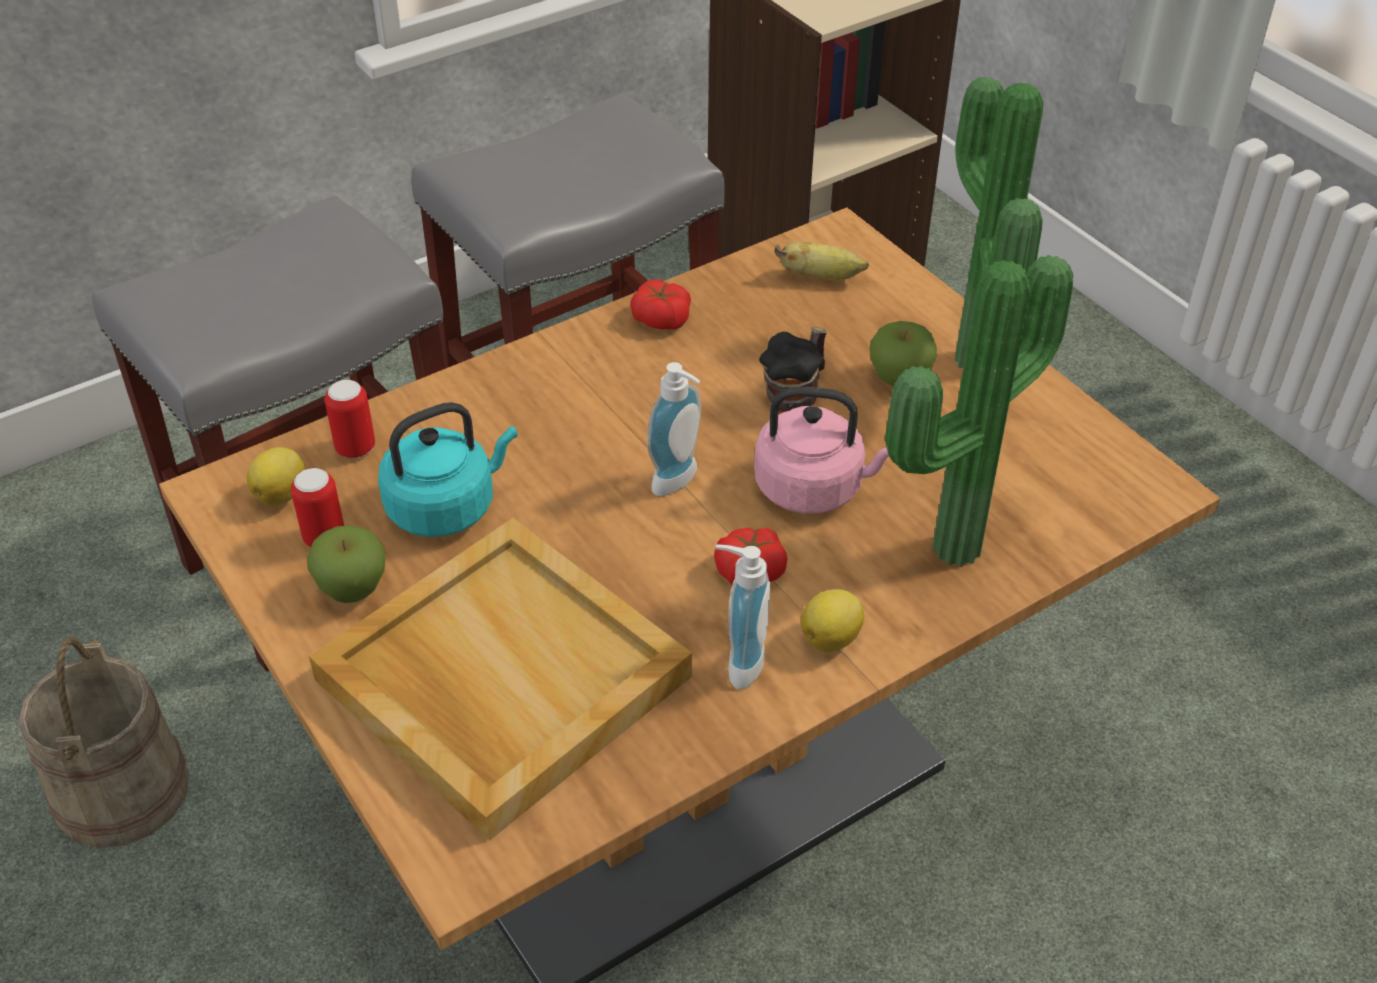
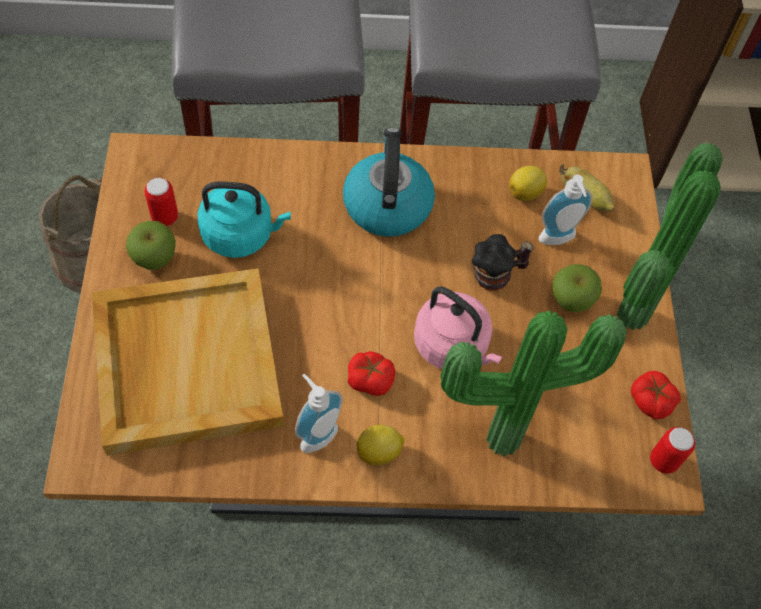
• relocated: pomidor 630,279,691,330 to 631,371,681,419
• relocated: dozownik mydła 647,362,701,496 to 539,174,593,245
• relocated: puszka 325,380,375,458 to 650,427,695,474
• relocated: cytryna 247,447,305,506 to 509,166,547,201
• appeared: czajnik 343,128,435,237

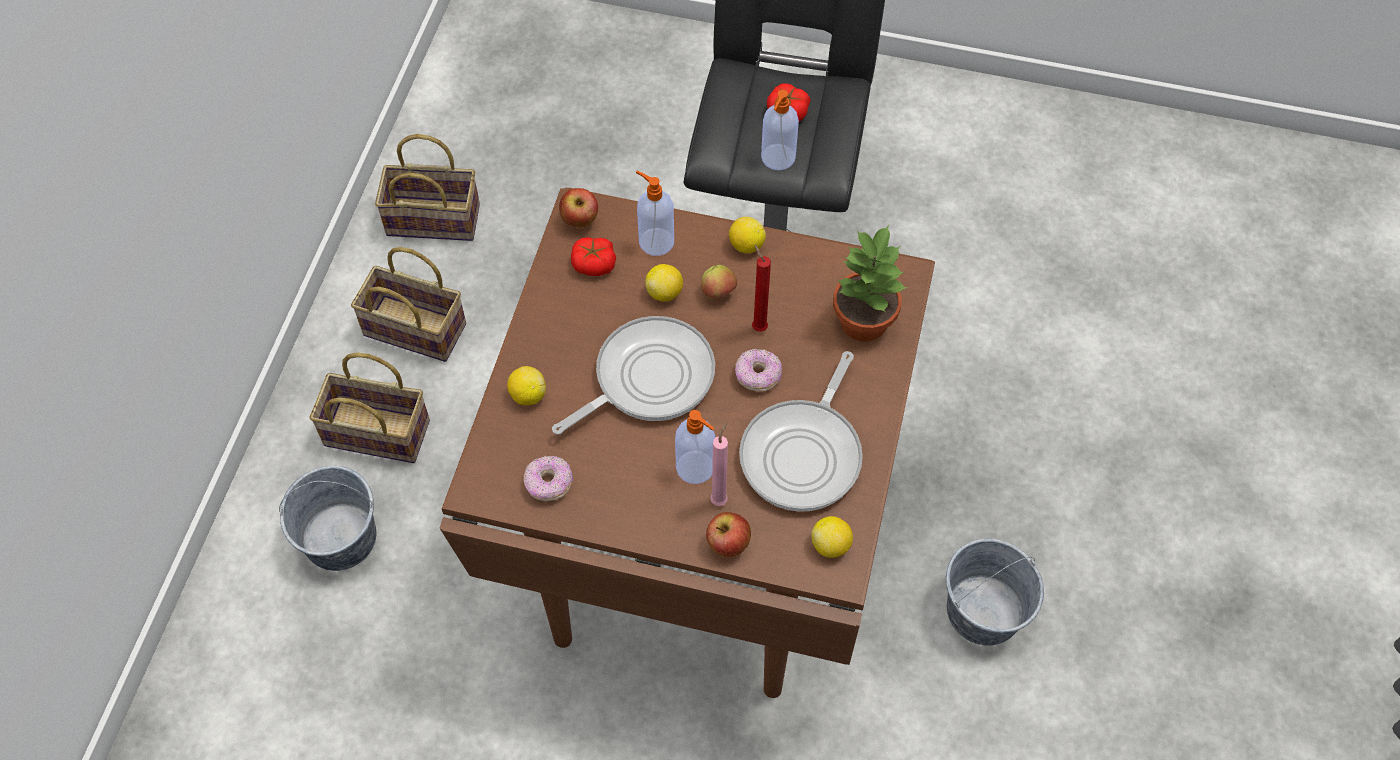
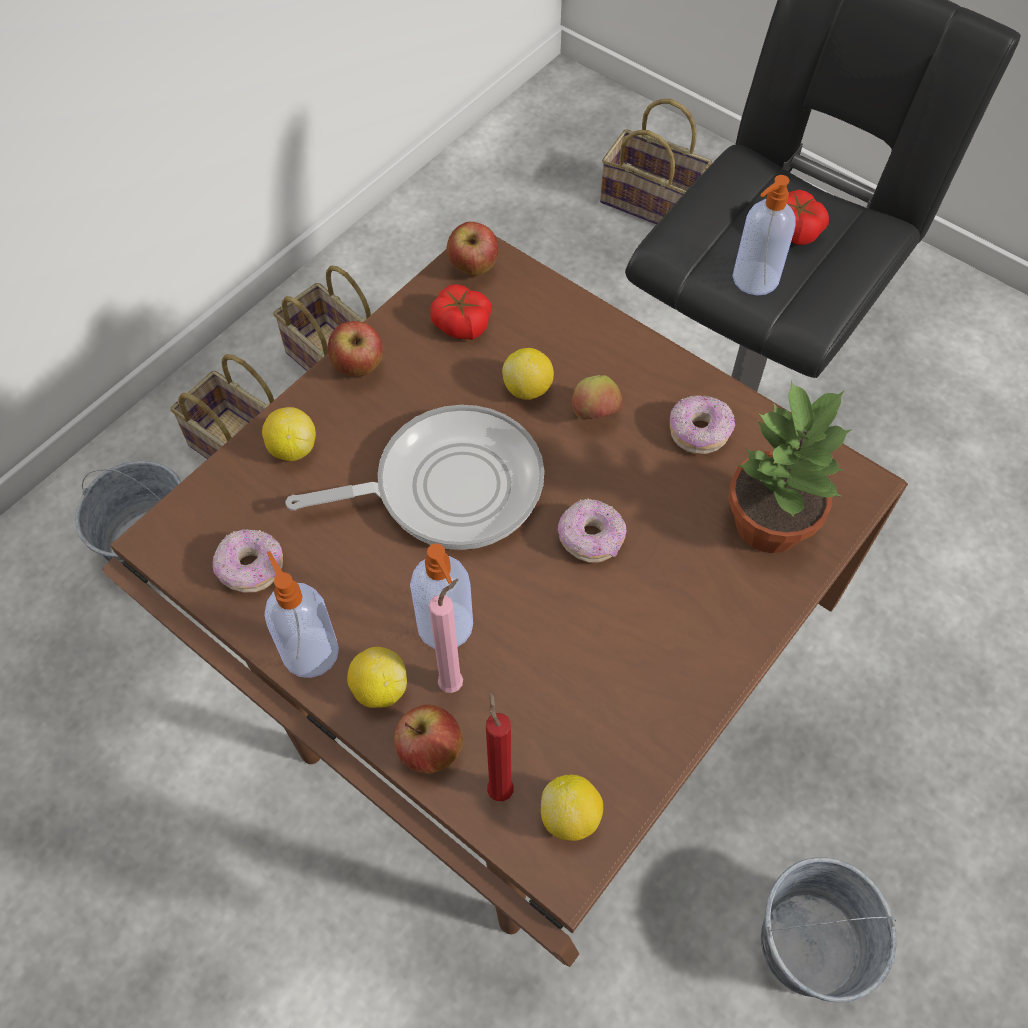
• relocated: koszyk 375,134,480,241 to 600,99,712,224
• relocated: dozownik mydła 636,171,674,256 to 264,551,339,678
• relocated: cytryna 729,217,766,254 to 347,647,407,708
• relocated: świeca [czerwony] 752,244,771,332 to 486,691,514,801
• missing: patelnia 739,351,863,512
• appeared: jabłko 328,321,383,377
• appeared: donut 670,395,735,454

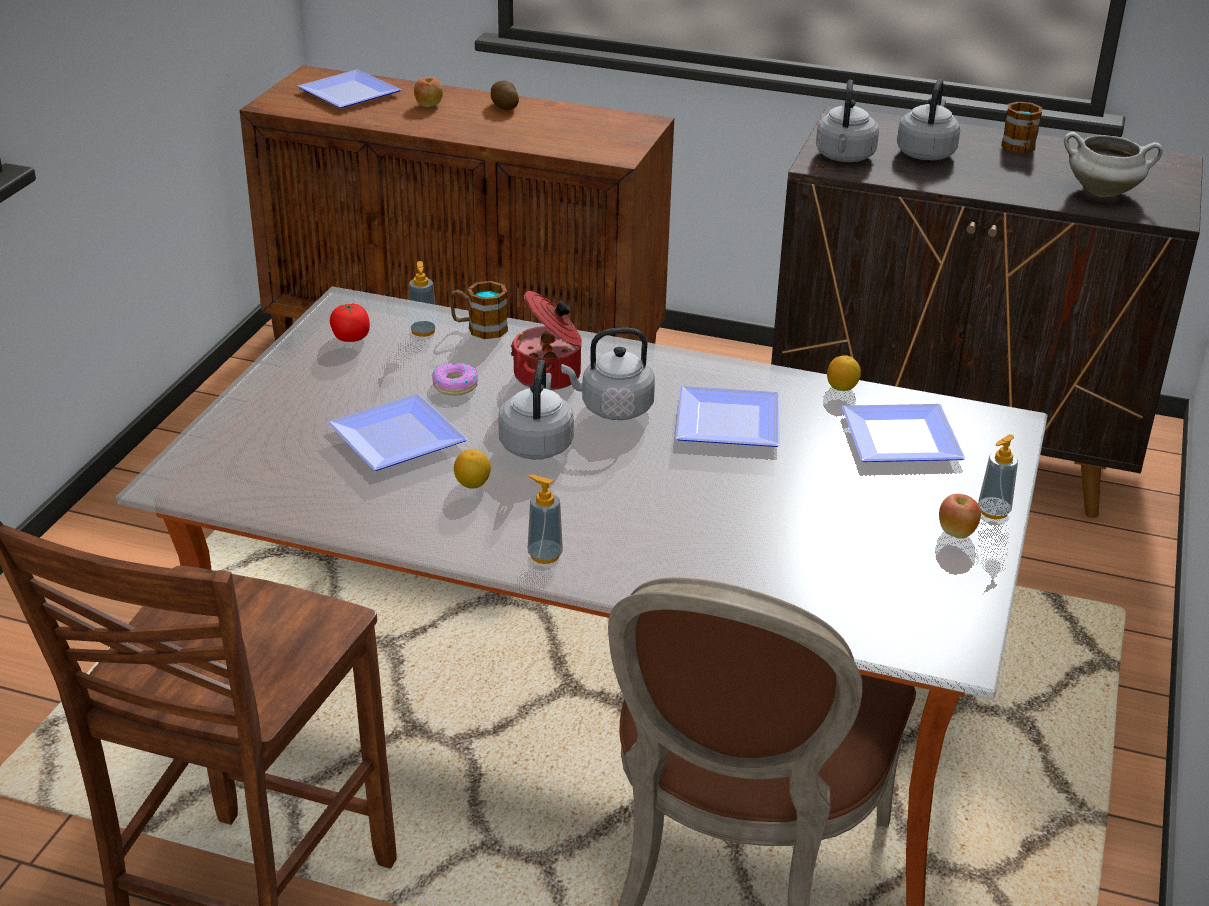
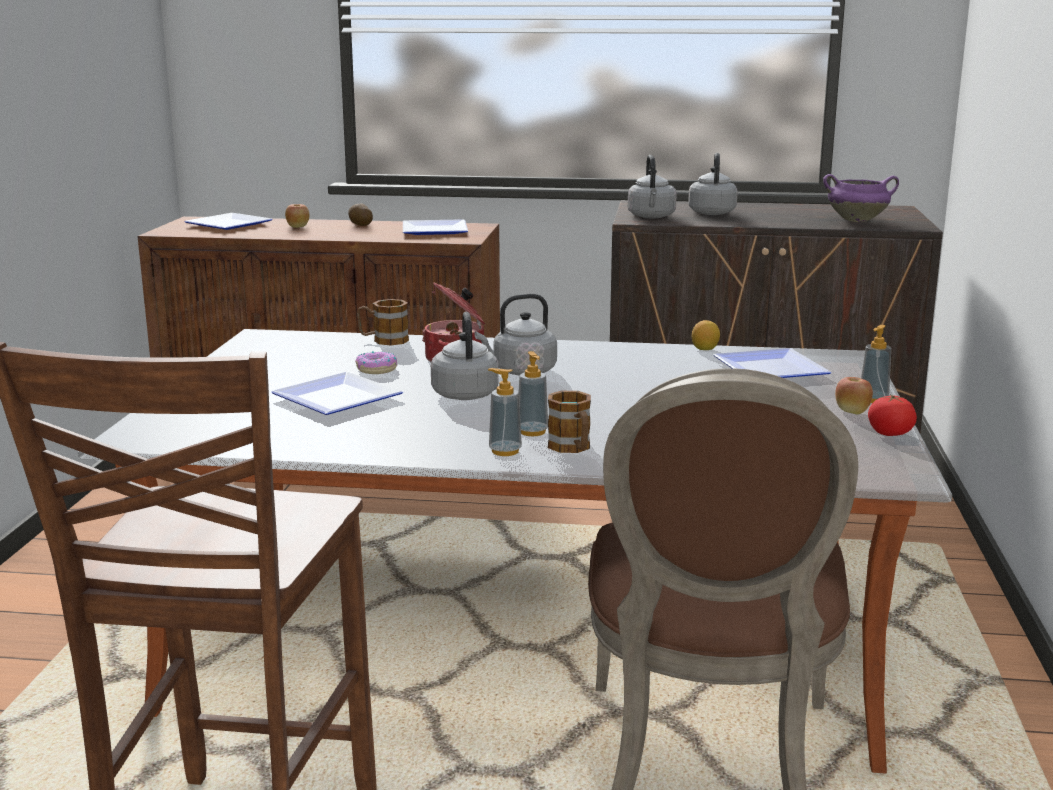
• relocated: kubek 1001,101,1042,153 to 548,391,591,453
• colour: garnek [biały] 1064,132,1163,197 to garnek [fioletowy] 823,174,899,222
• relocated: dozownik mydła 409,261,437,337 to 519,351,548,436
• relocated: pomidor 330,303,370,342 to 868,395,917,436
• relocated: talerz 675,386,780,447 to 403,219,468,235
• missing: cytryna 454,449,491,489

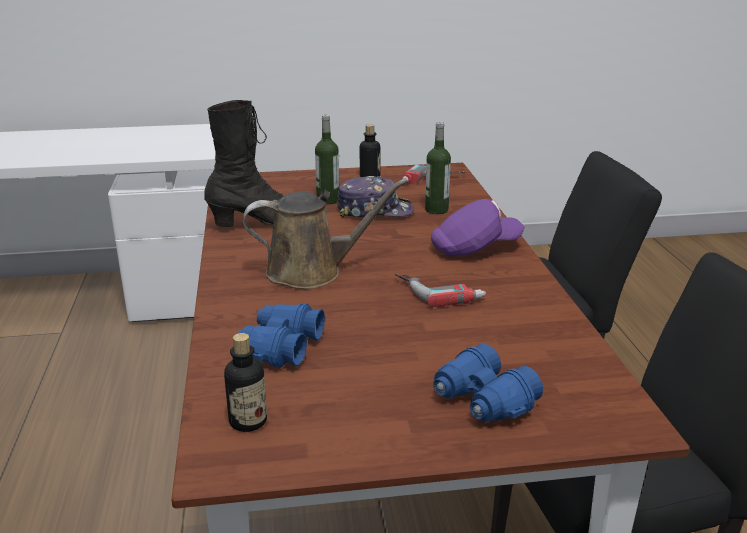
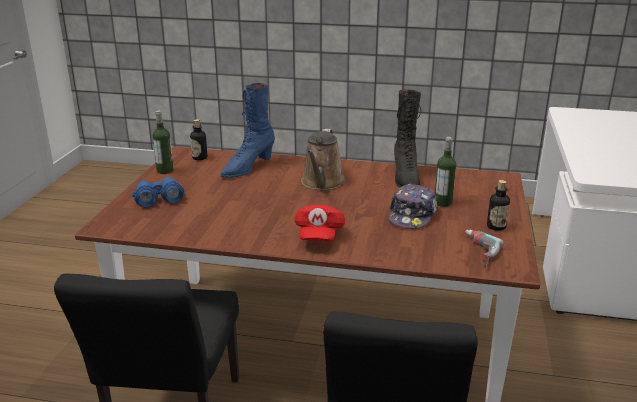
• relocated: butelka 425,122,451,214 to 153,111,173,174
• colour: czapka z daszkiem [fioletowy] 431,199,525,256 to czapka z daszkiem [czerwony] 294,205,345,242
• missing: wiertarka 395,273,486,308
• exchanged: lornetka [niebieski] 237,304,325,368 to but z cholewką [niebieski] 220,83,275,178

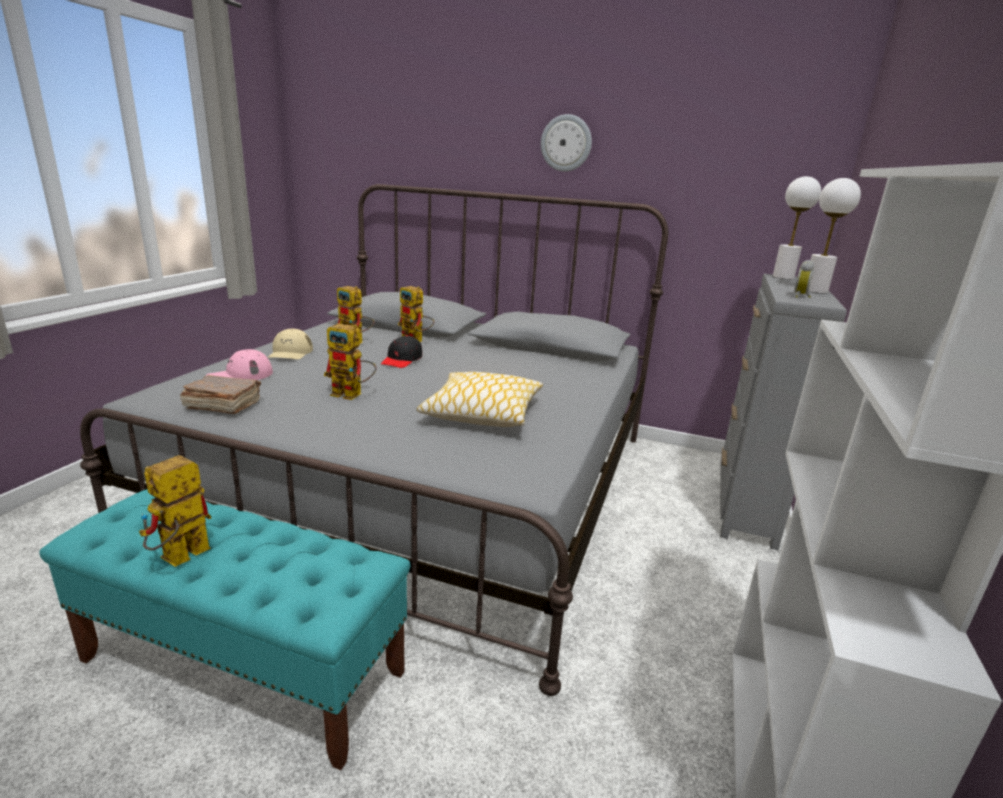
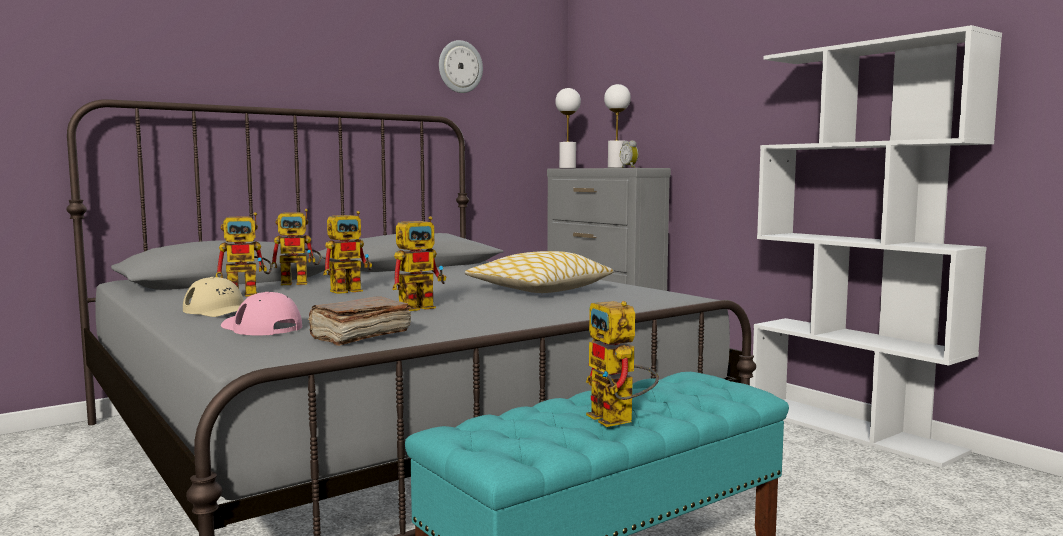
• relocated: zegar ścienny 541,114,592,171 to 439,40,483,93
• exchanged: czapka z daszkiem [czarny] 381,335,422,368 to robot zabawkowy 323,211,372,294
• spun: czapka z daszkiem [różowy] 206,349,273,380 = 221,292,302,335 135 degrees clockwise

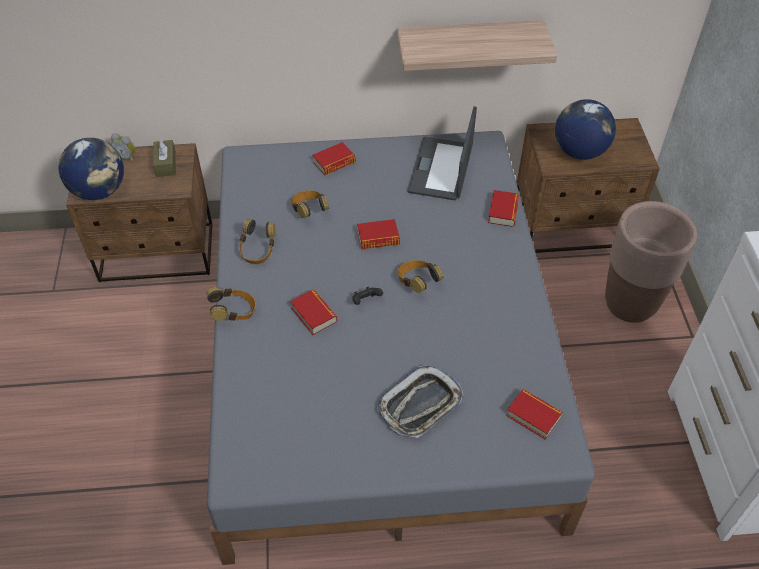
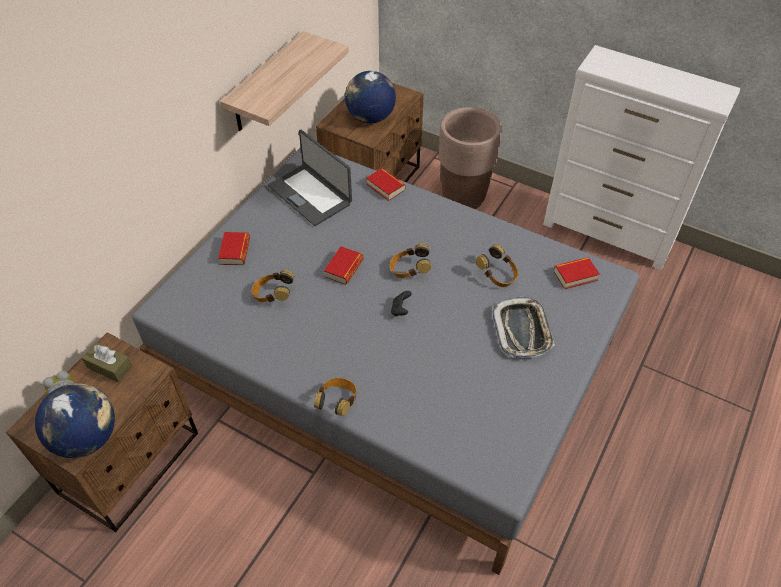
• relocated: słuchawki 239,219,276,264 to 476,244,518,287
• missing: książka 290,290,337,335

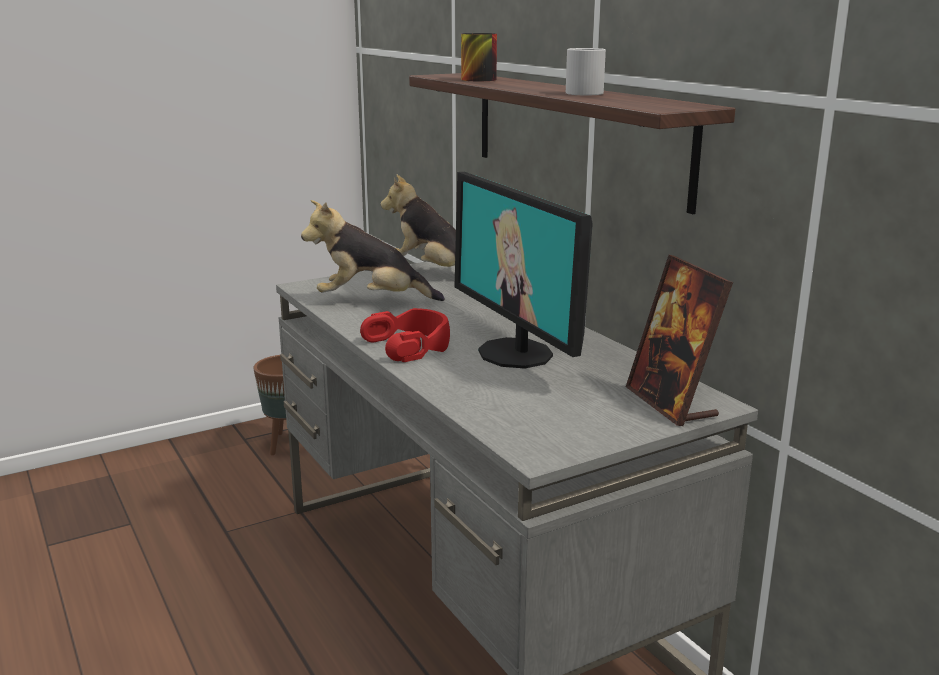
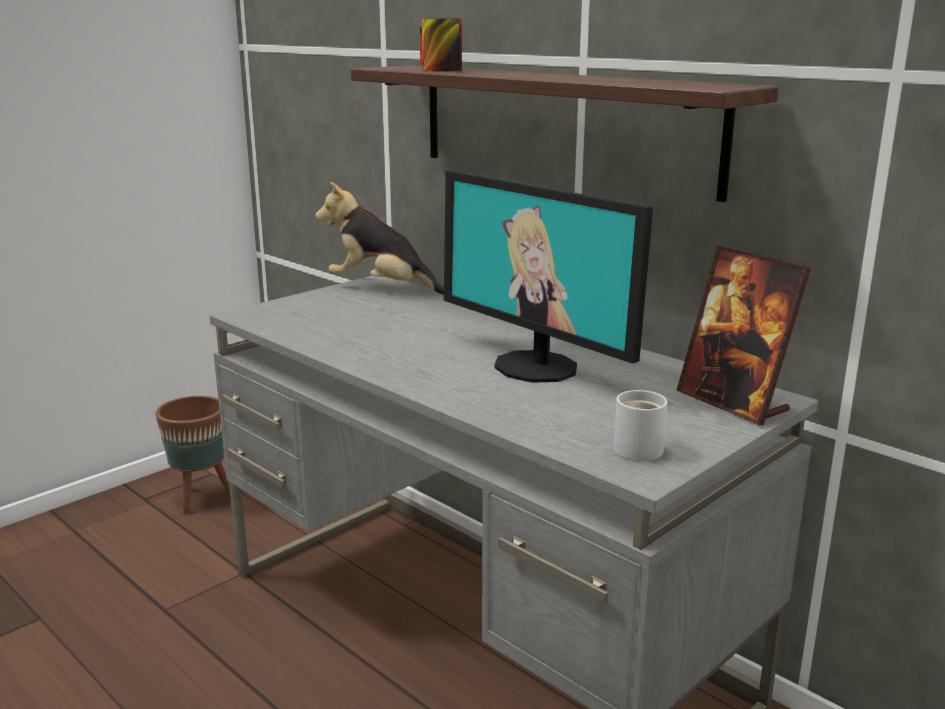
• relocated: kubek [biały] 566,48,606,95 to 614,390,667,461
• missing: pluszak 301,200,445,301
• missing: słuchawki [czerwony] 360,308,450,362

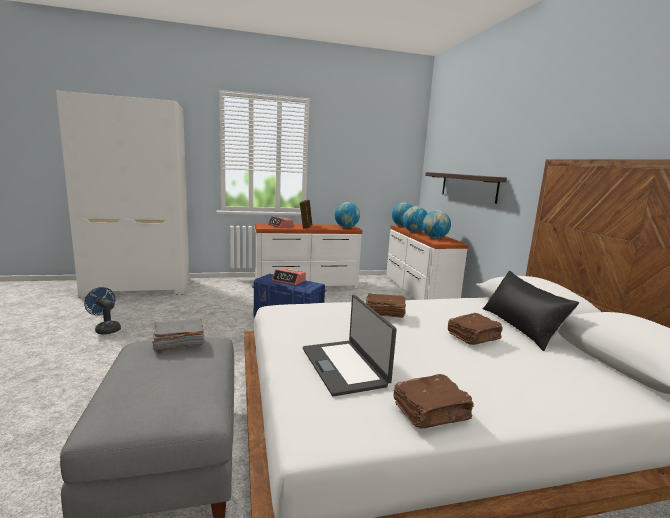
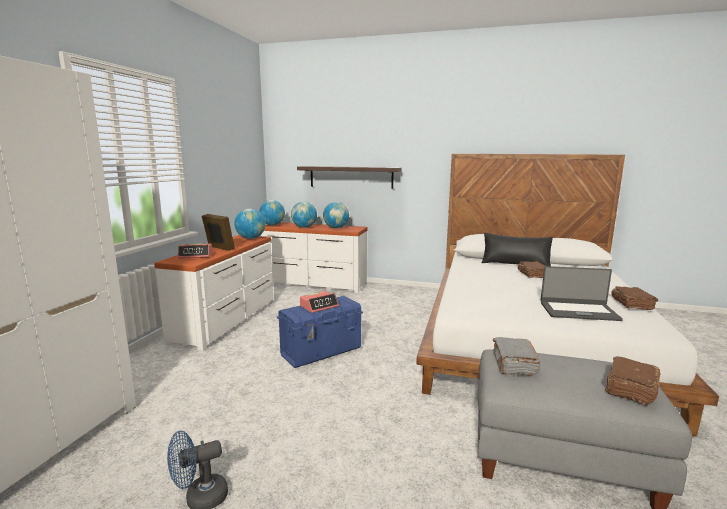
• relocated: książka [brązowy] 366,293,406,318 to 605,357,660,406

